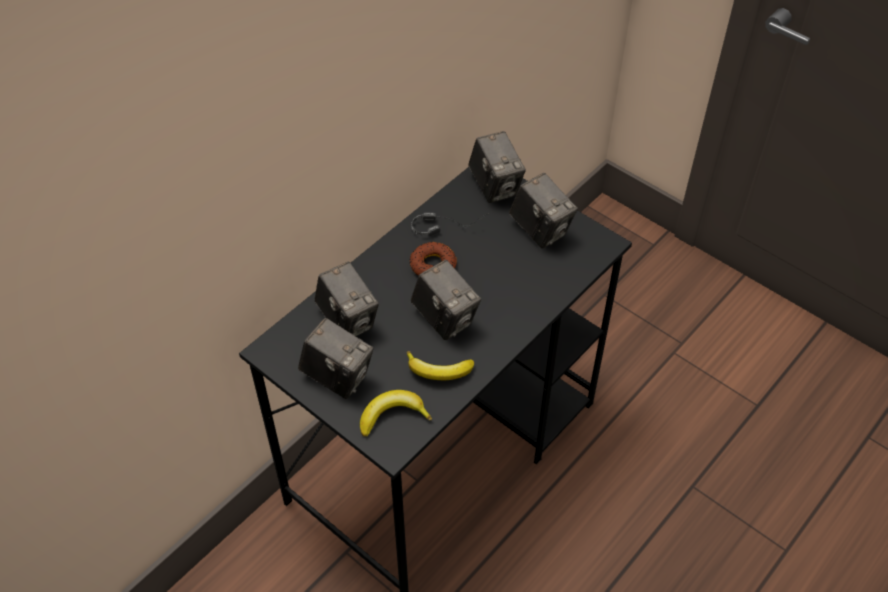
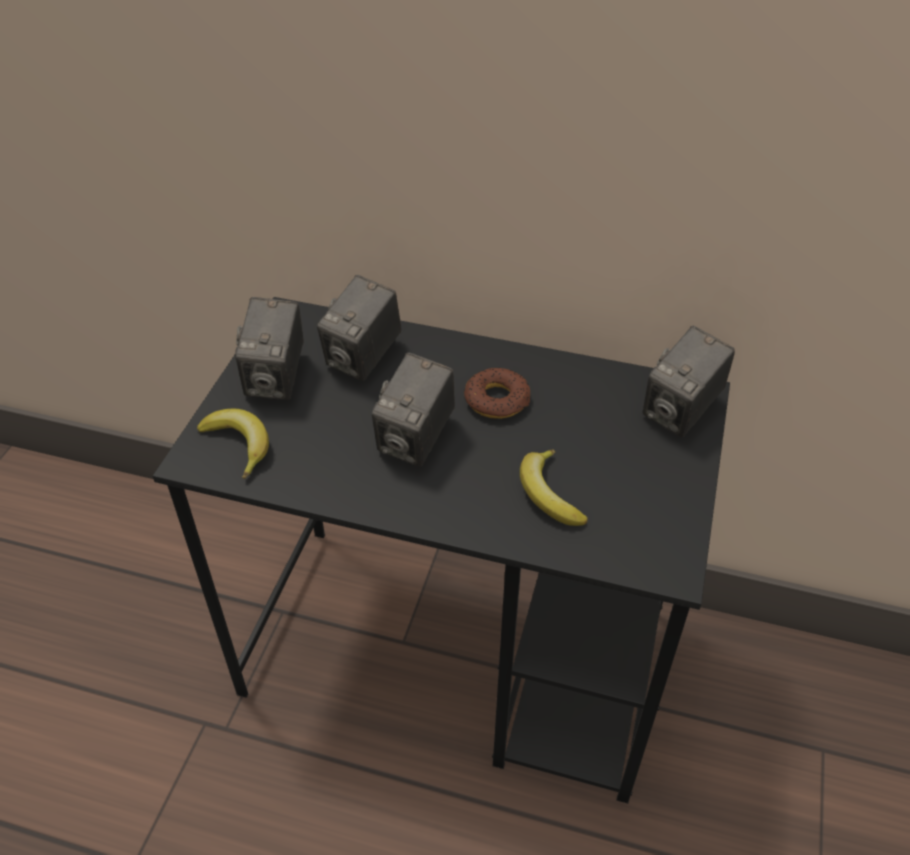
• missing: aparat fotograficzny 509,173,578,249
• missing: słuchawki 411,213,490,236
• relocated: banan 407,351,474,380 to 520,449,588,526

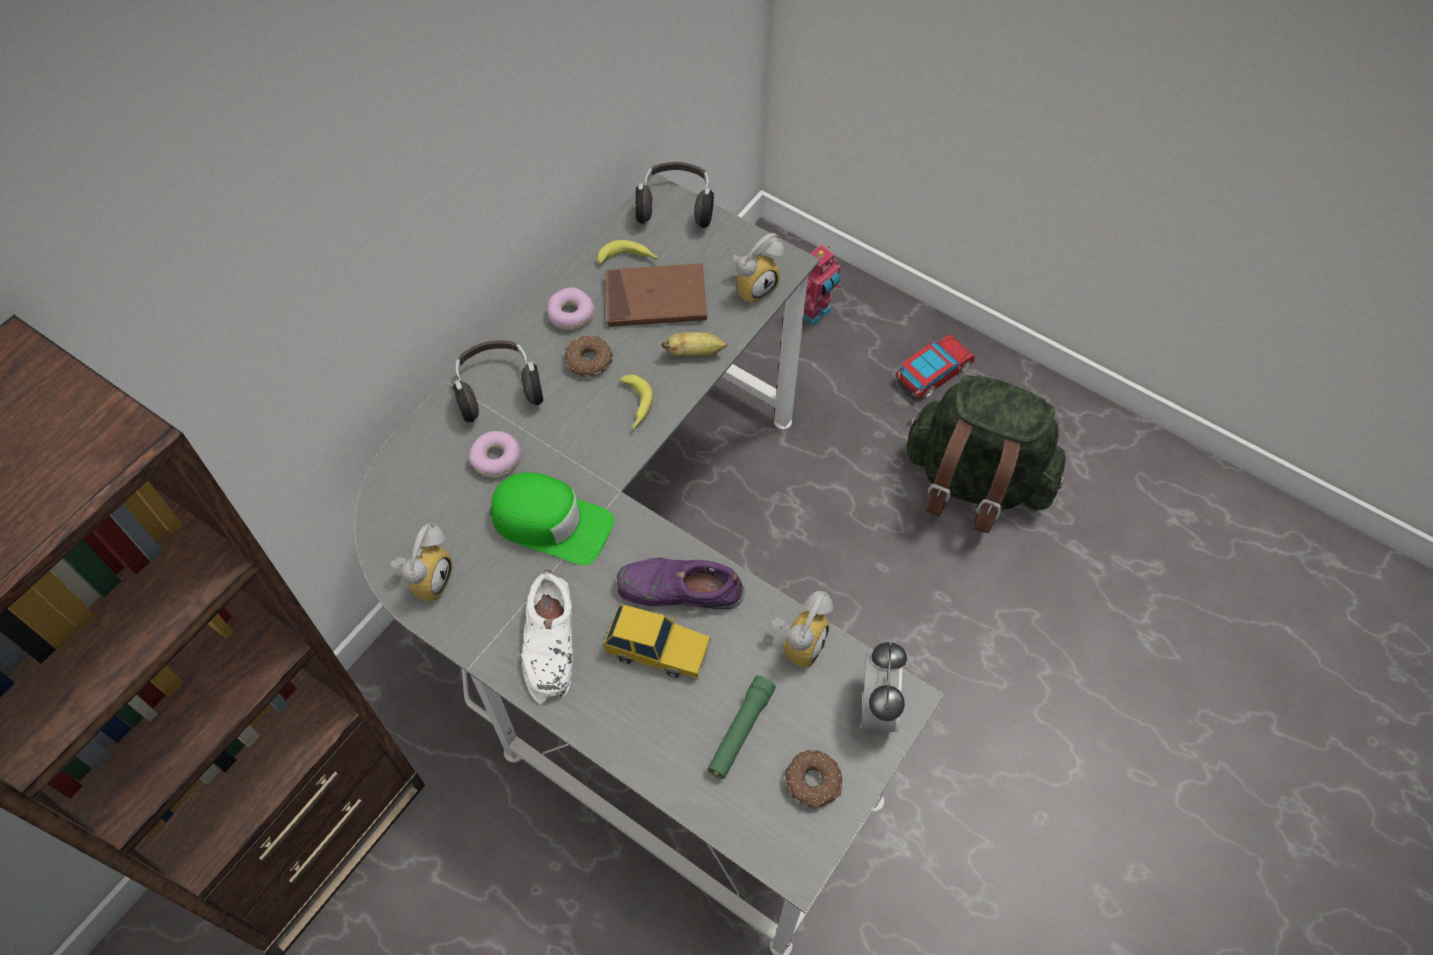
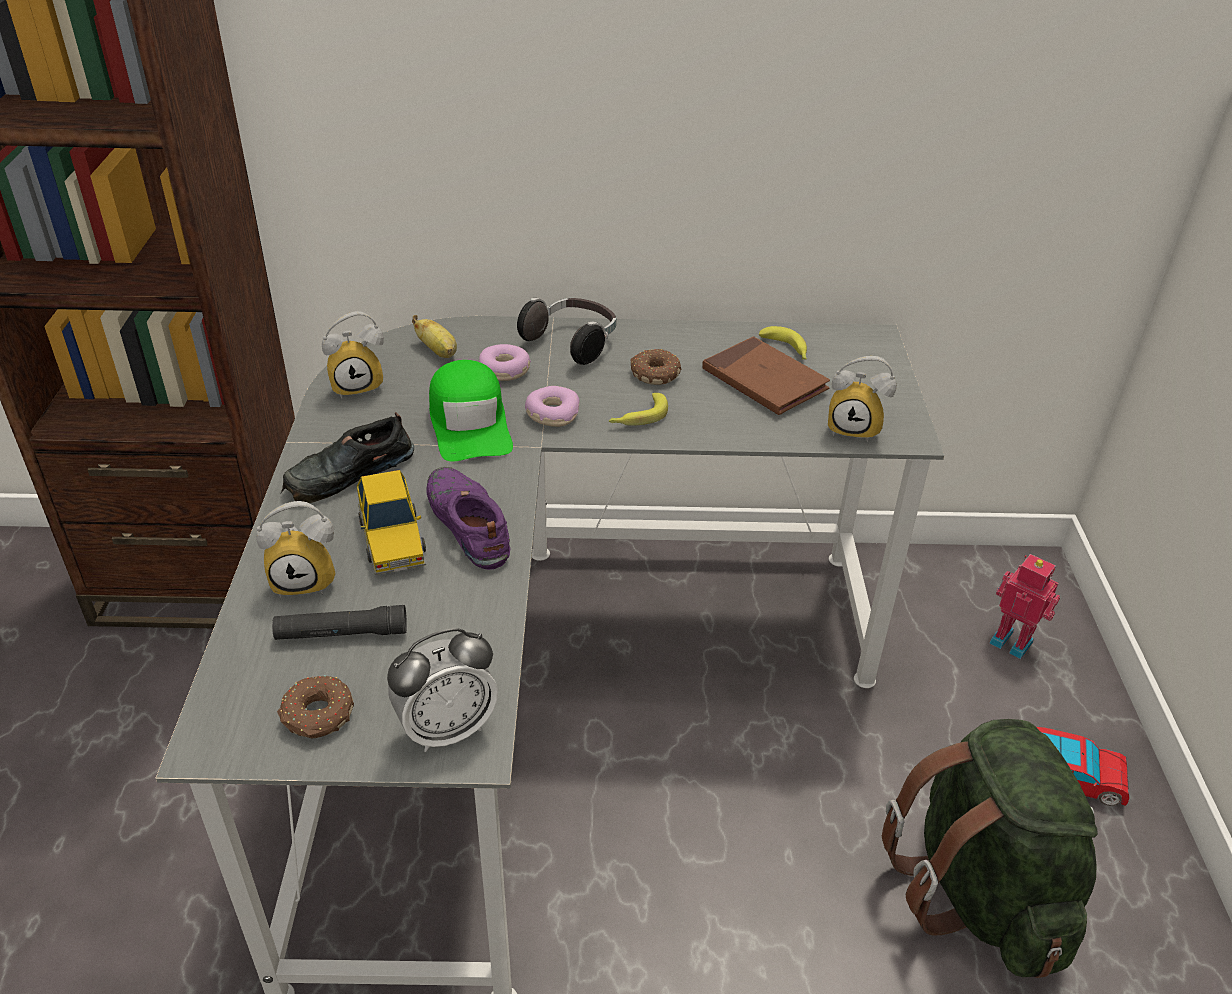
• missing: słuchawki 635,162,714,228
• spun: robot zabawkowy 803,245,841,326 = 989,554,1060,659 150 degrees counterclockwise
• relocated: donut 547,287,595,330 to 525,386,580,427
• relocated: banan 662,332,727,356 to 412,315,457,358
• colour: but [biały] 521,570,573,704 to but [czarny] 281,412,414,503
• relocated: budzik 770,591,833,667 to 256,501,336,597
• colour: latarka [zielony] 707,675,776,779 to latarka [czarny] 272,605,407,640

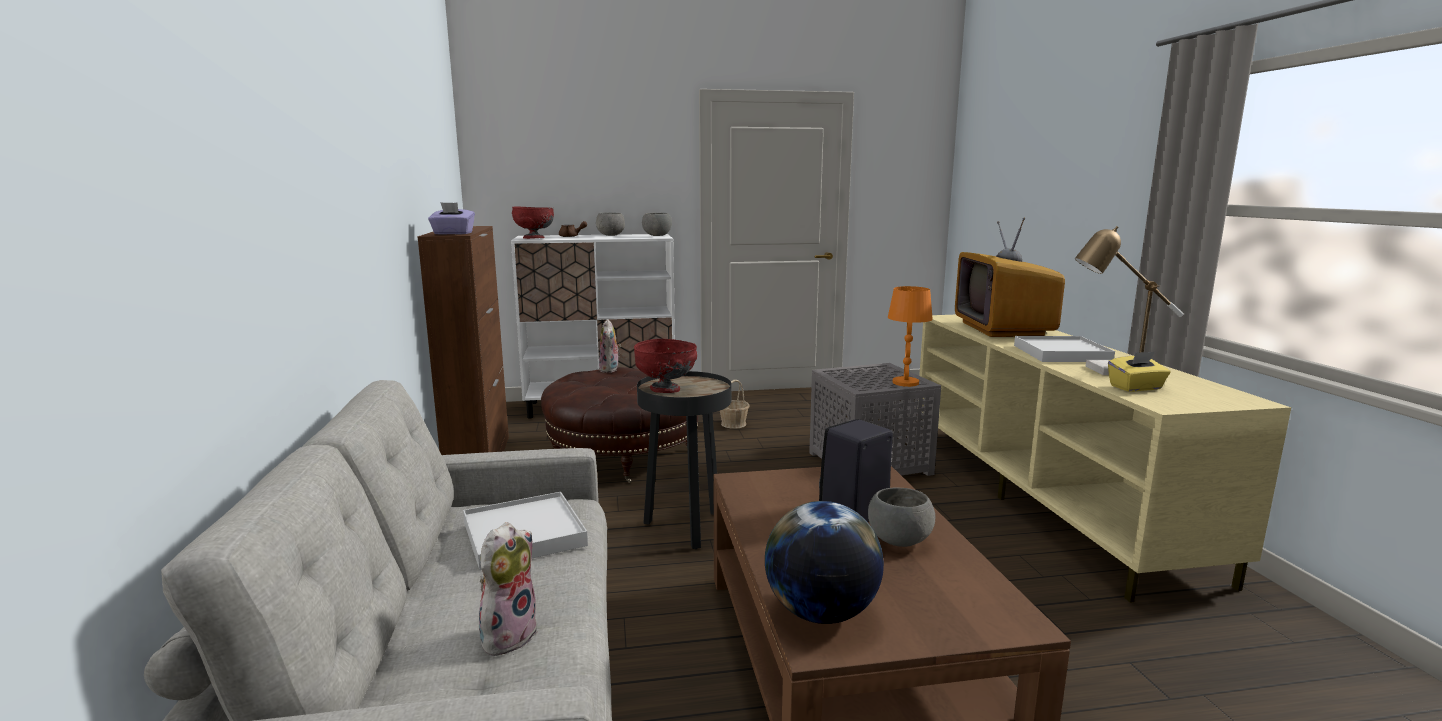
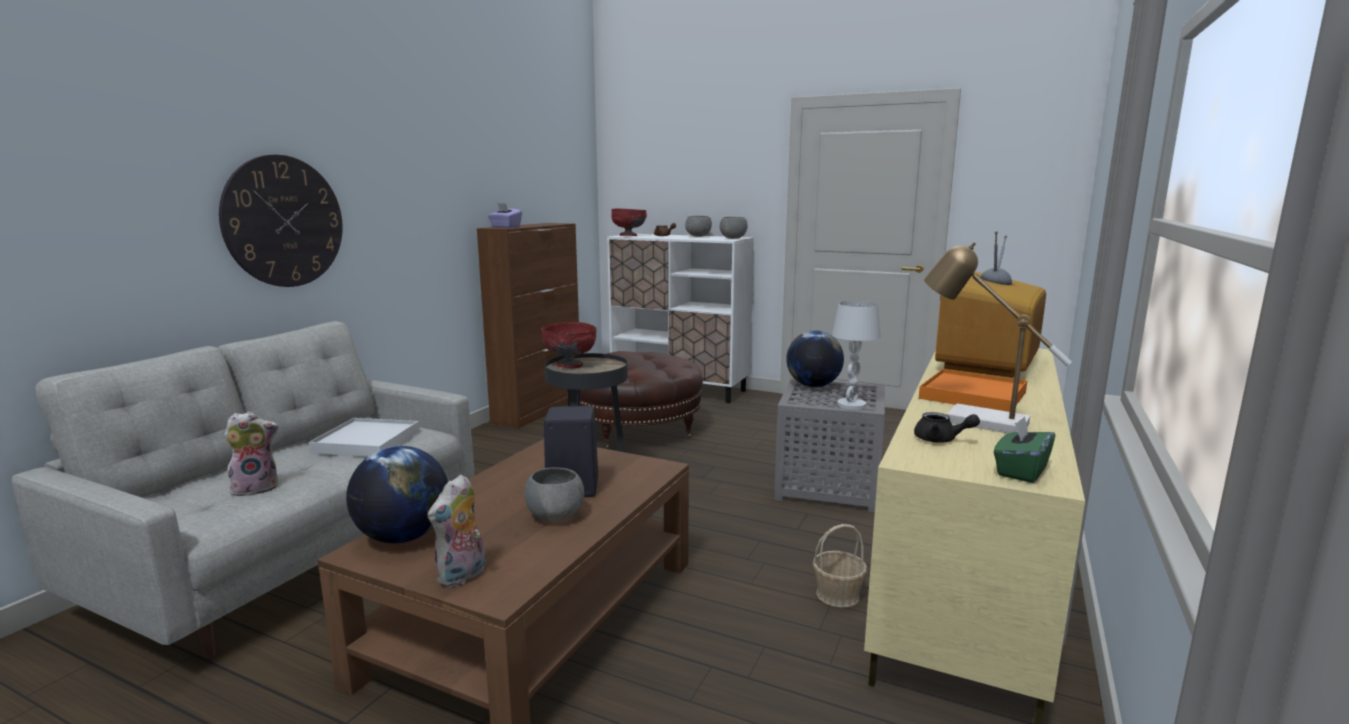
• colour: lampa stołowa [pomarańczowy] 888,286,933,387 to lampa stołowa [biały] 832,301,881,410
• relocated: pluszak 599,319,621,373 to 428,474,486,588
• colour: taca [biały] 1014,336,1115,362 to taca [pomarańczowy] 919,369,1027,412
• exchanged: pudełko chusteczek [żółty] 1108,352,1171,392 to imbryk [czarny] 914,412,980,443
• relocated: koszyk 720,380,749,429 to 813,524,867,607
• appeared: zegar ścienny 219,155,343,287
• appeared: globus 786,330,844,387
• appeared: pudełko chusteczek [zielony] 994,416,1055,483

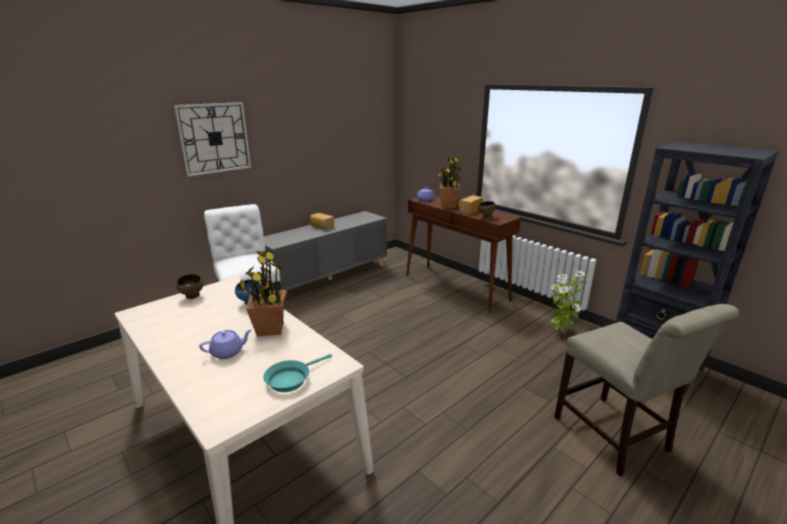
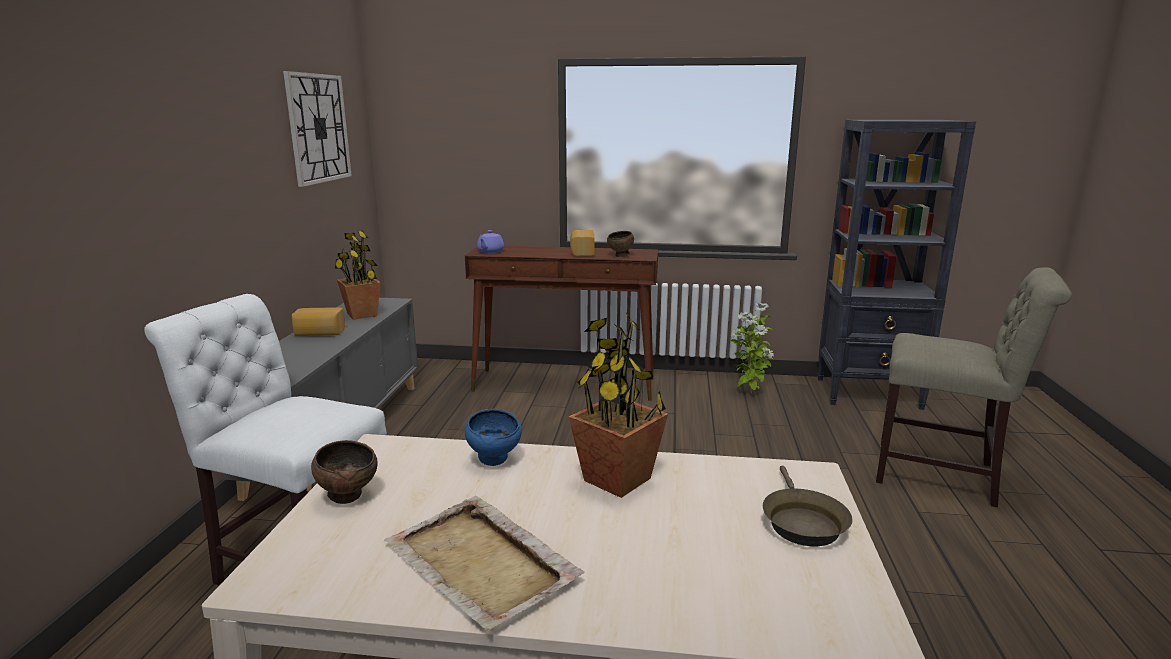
• relocated: zegar ścienny 174,102,251,177 to 283,71,352,187
• relocated: roślina doniczkowa 437,157,461,208 to 335,230,381,320
• missing: imbryk [fioletowy] 199,330,252,359
• colour: patelnia [turkusowy] 263,354,332,392 to patelnia [brązowy] 763,466,853,546
• appeared: taca [beżowy] 384,496,584,631

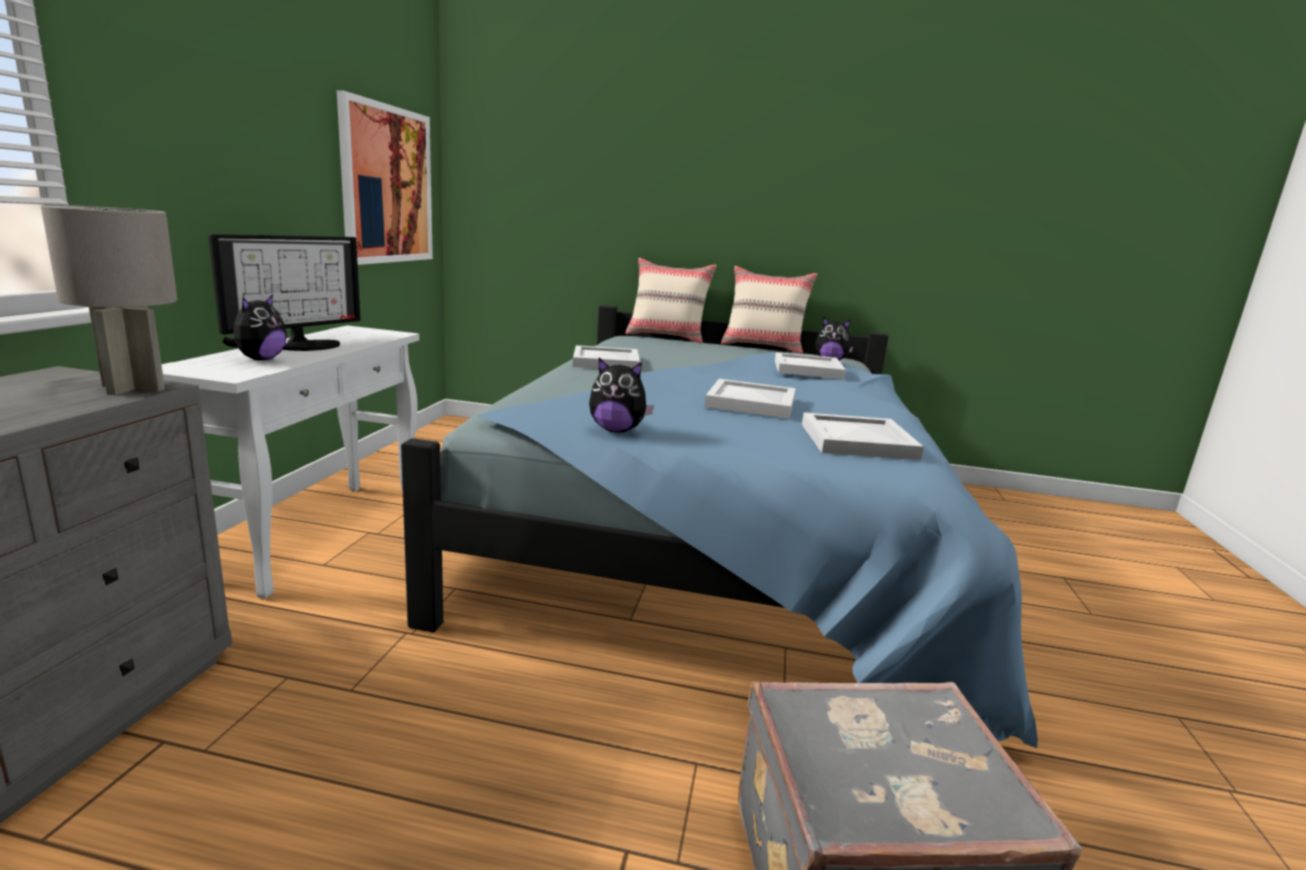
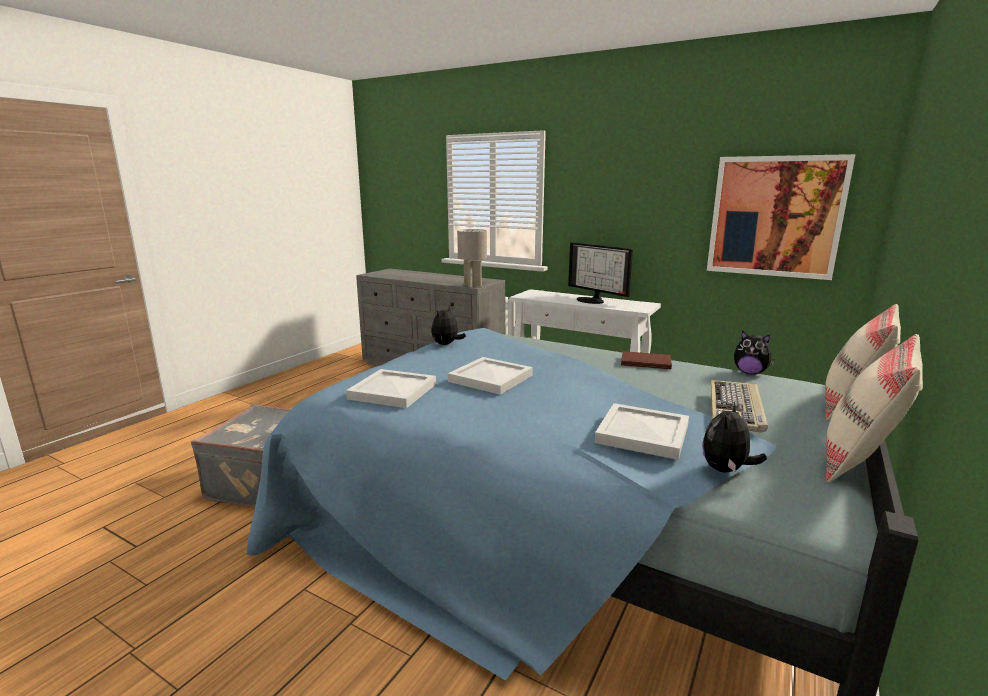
• relocated: pluszak 222,294,287,360 to 734,331,775,374
• exchanged: taca [biały] 573,345,640,368 to książka [brązowy] 621,351,672,370
• appeared: klawiatura 711,380,768,433

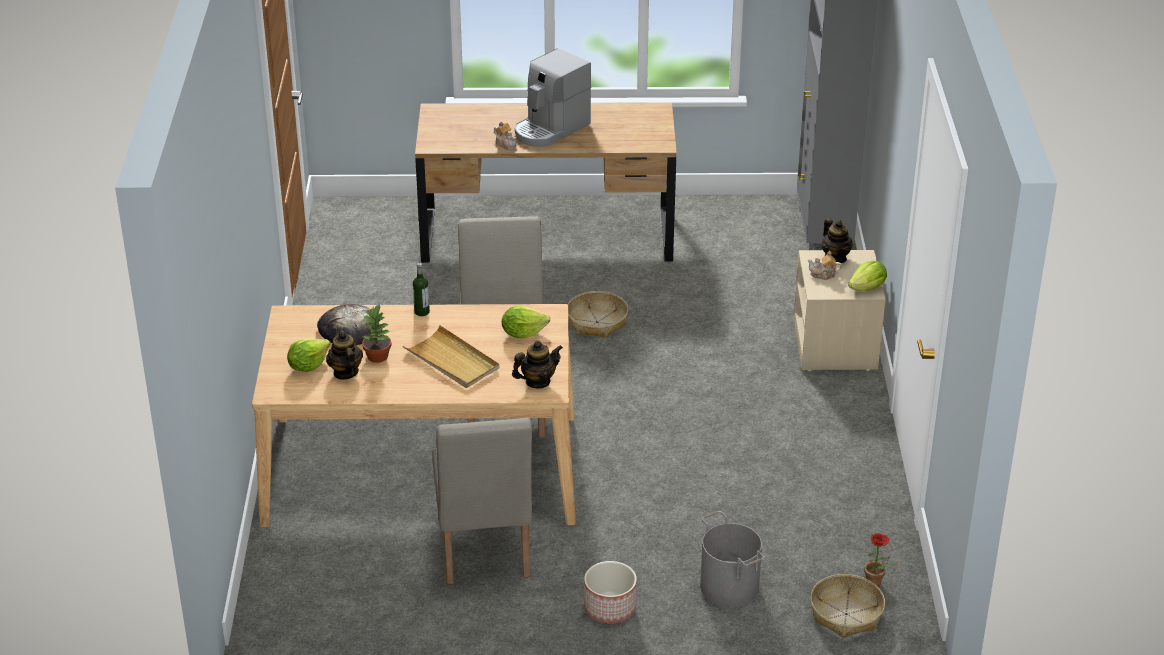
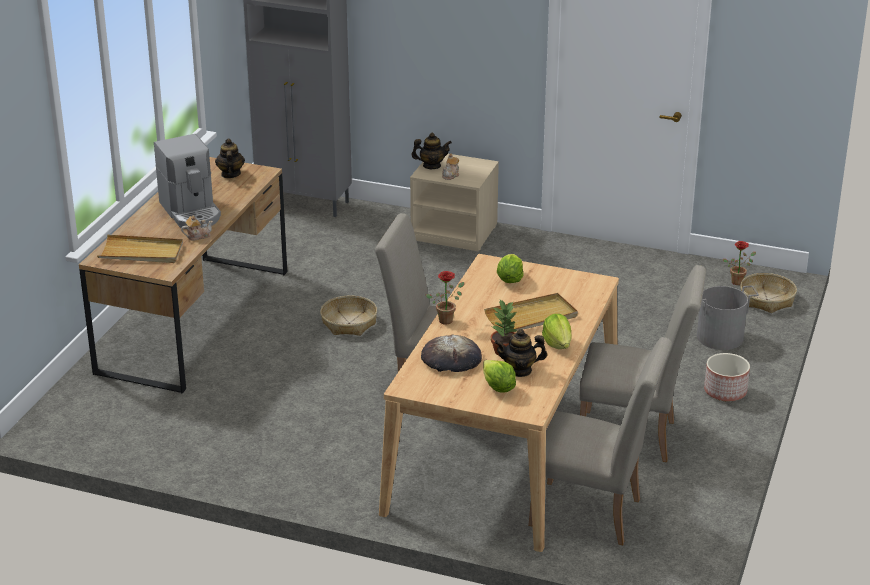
• relocated: sałata 848,261,887,291 to 542,314,572,349
• exchanged: butelka 413,263,430,316 to roślina doniczkowa 426,271,464,325
• relocated: imbryk 512,340,563,389 to 215,138,245,178
• appeared: taca [beżowy] 97,234,183,263
• appeared: krzesło [beżowy] 528,337,672,545

